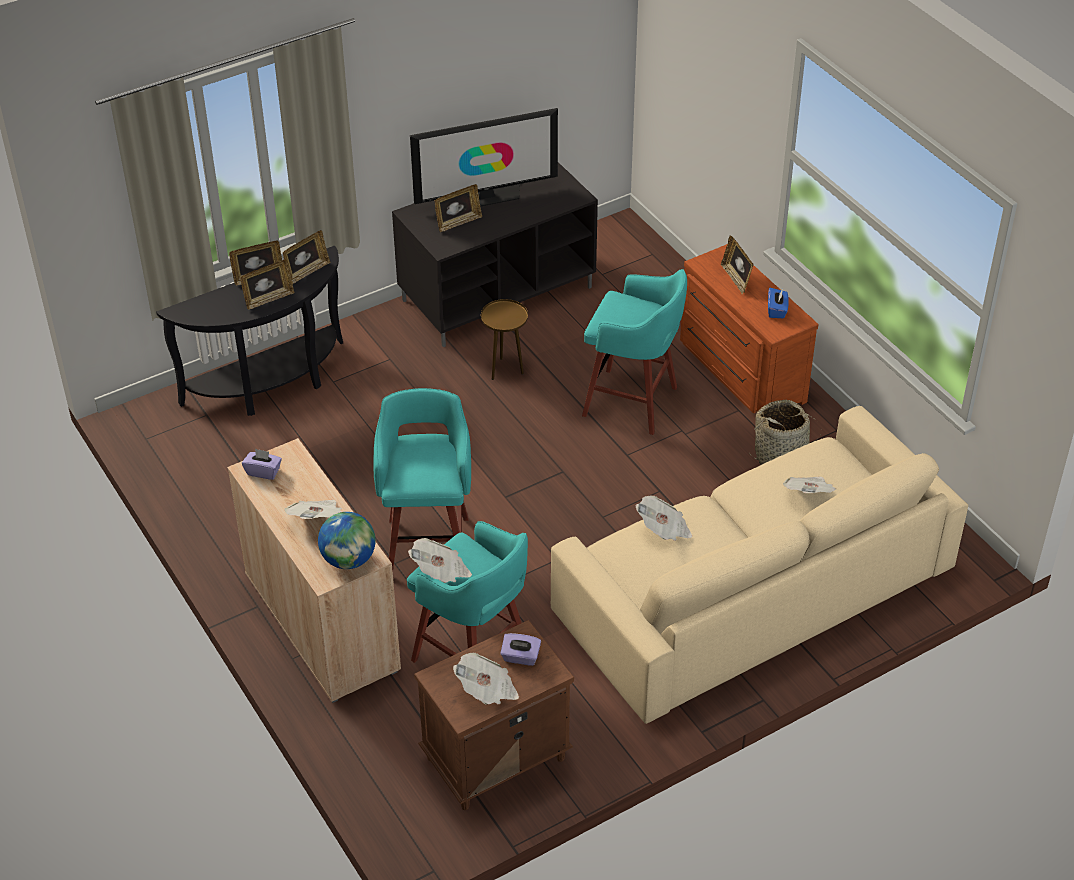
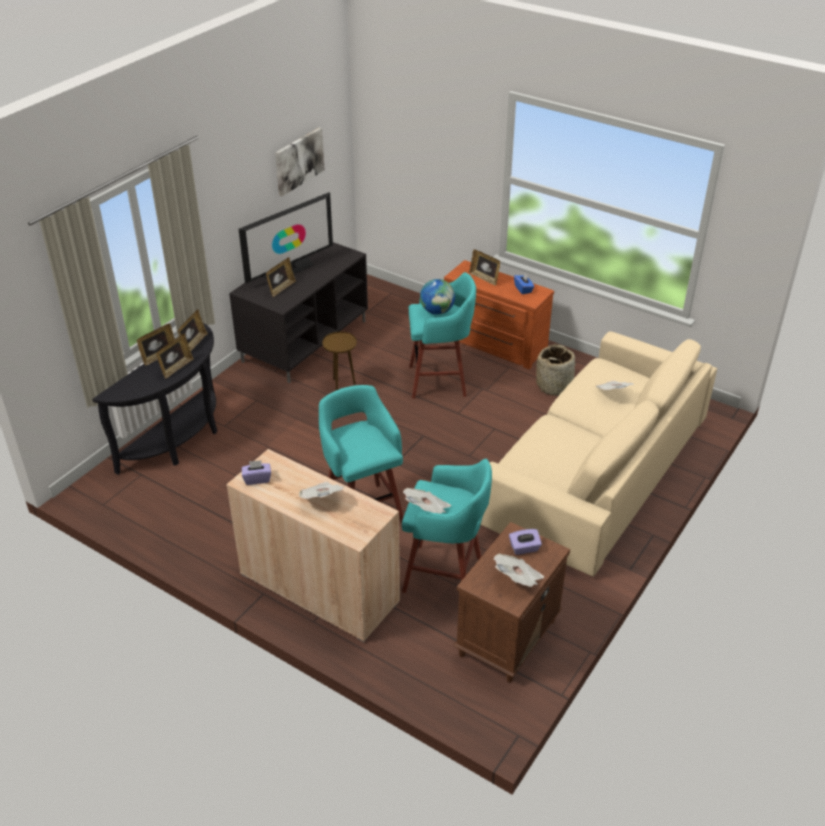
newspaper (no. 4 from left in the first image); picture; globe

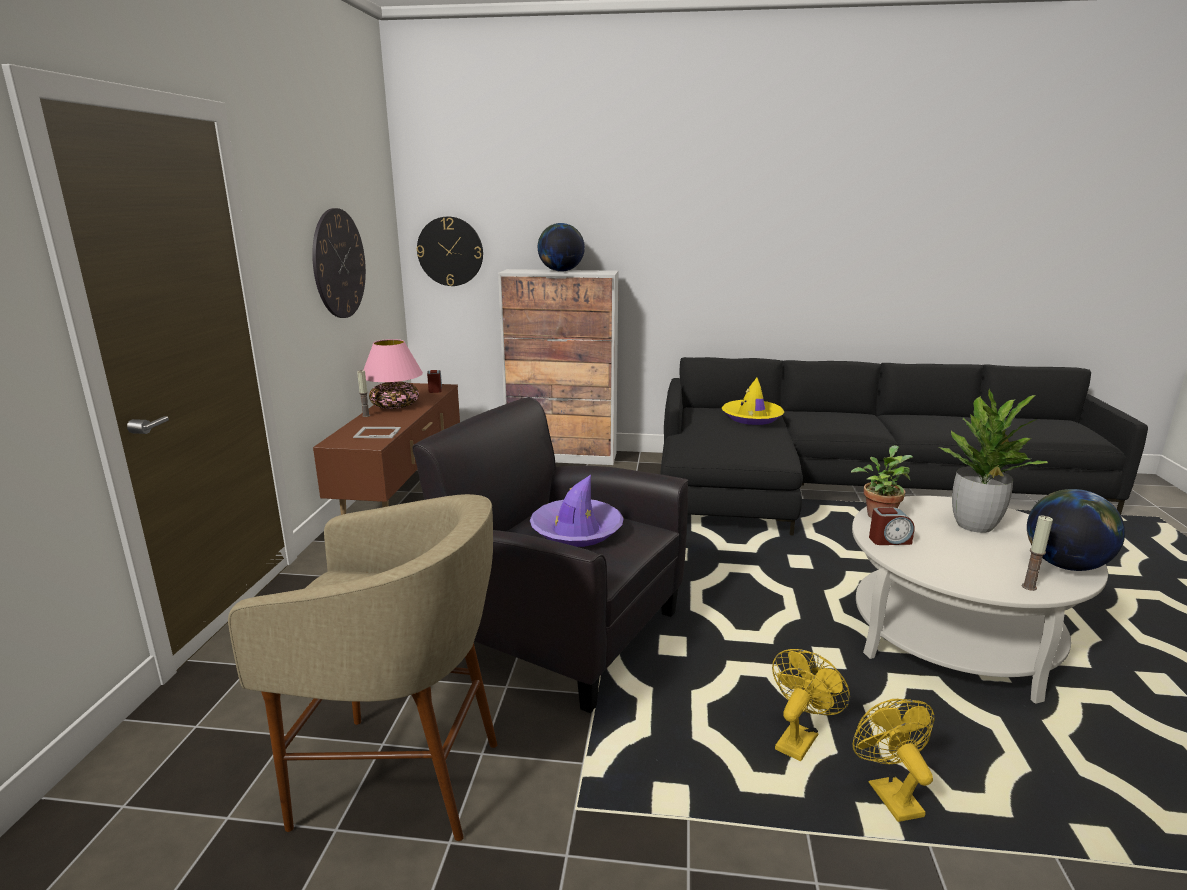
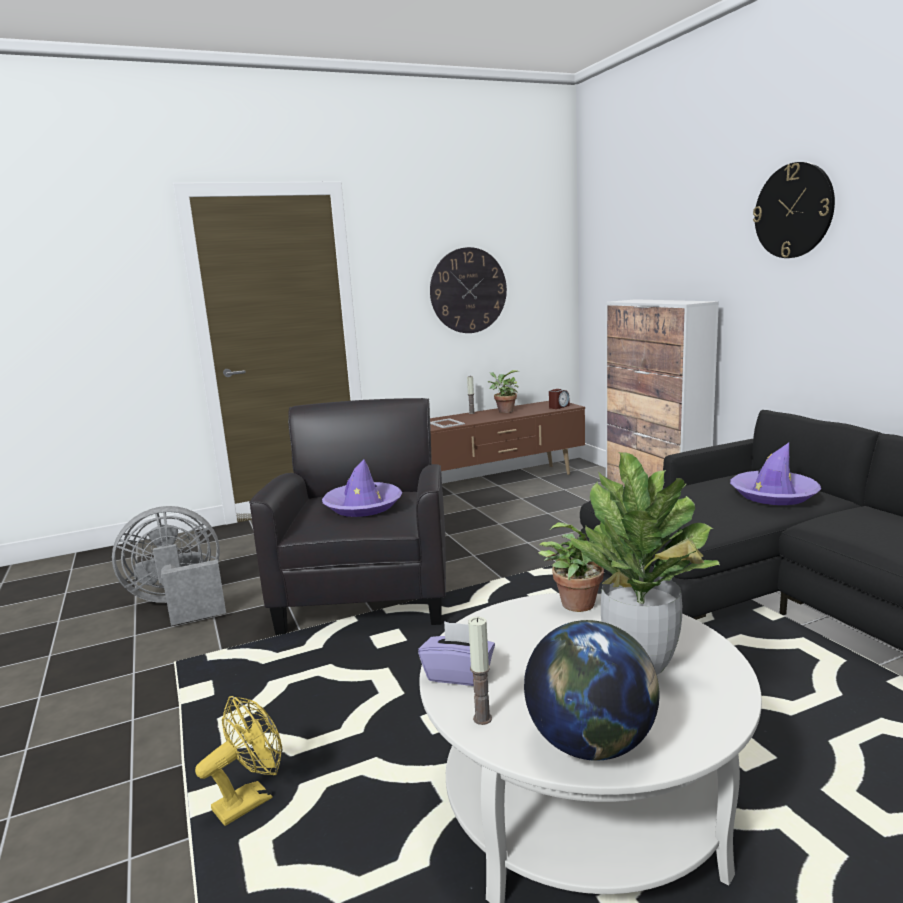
globe (no. 1 from left in the first image); yellow fan (no. 1 from left in the first image); alarm clock (no. 2 from left in the first image); purple tissue box; wall clock (no. 2 from left); grey fan; potted plant (no. 1 from left); purple hat (no. 2 from left)

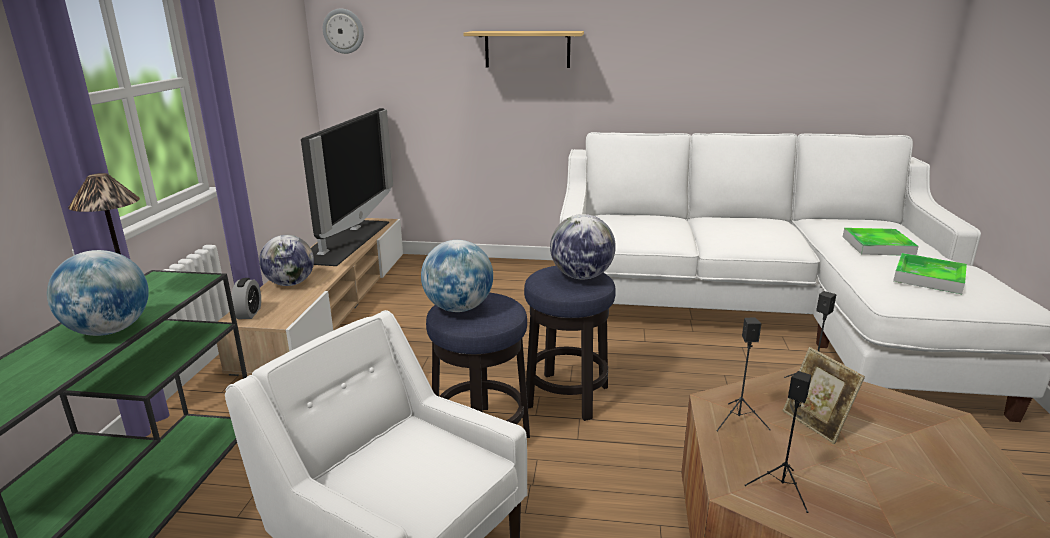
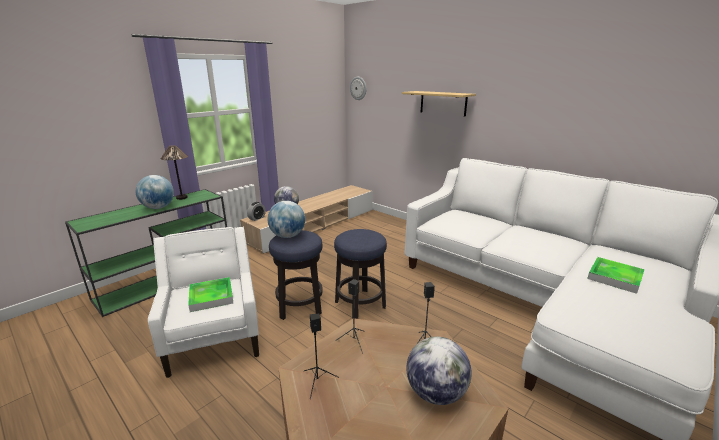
television; picture frame; globe (no. 4 from left); tray (no. 1 from left)

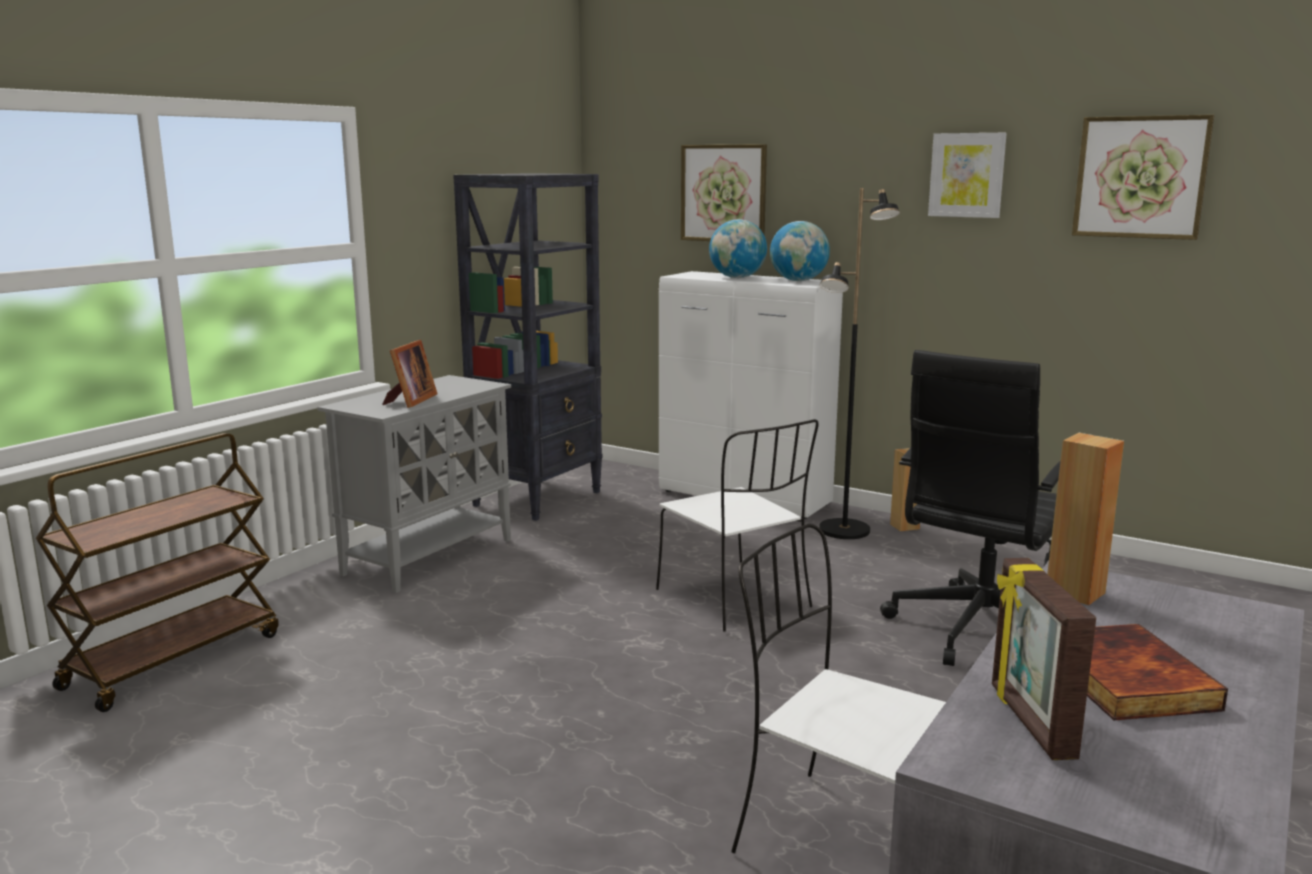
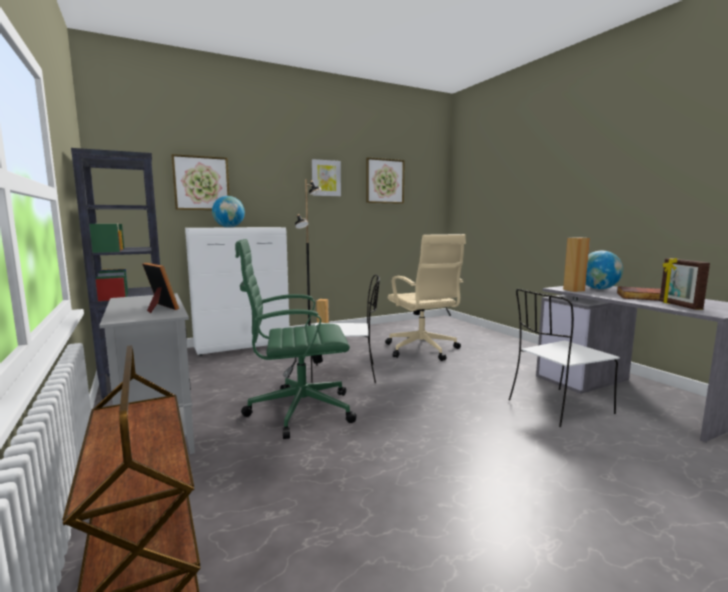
green office chair; globe (no. 2 from left); beige office chair; picture frame (no. 2 from left)

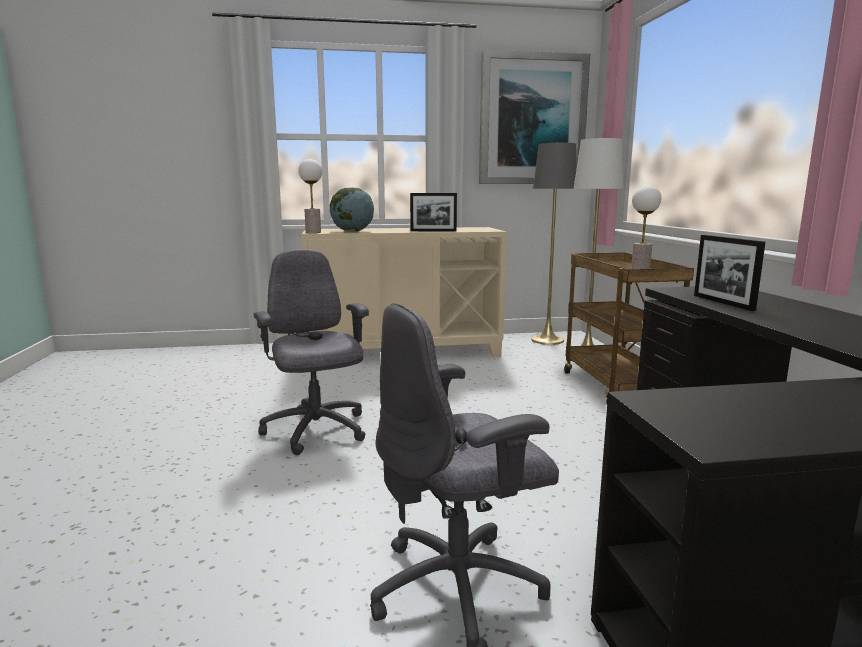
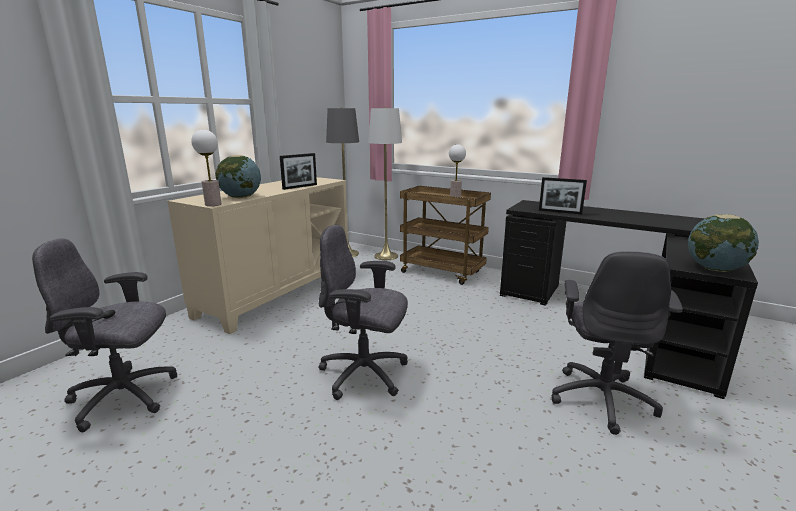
picture; grey office chair (no. 1 from left); globe (no. 2 from left)

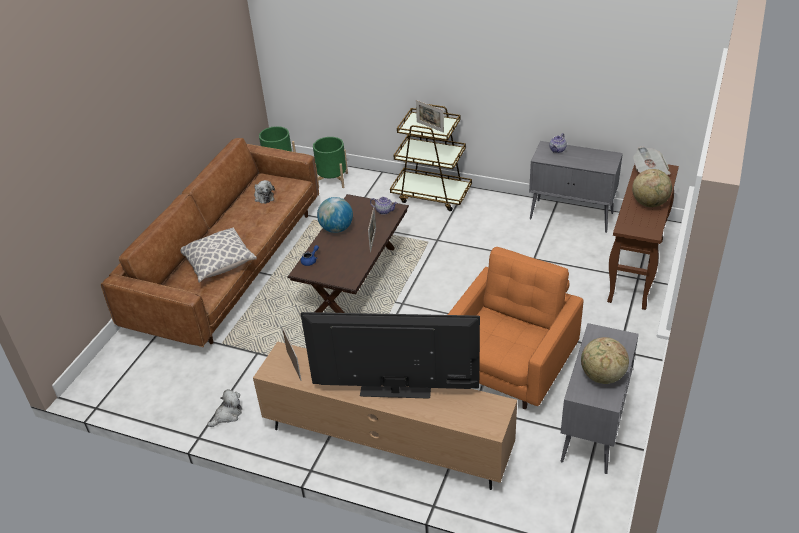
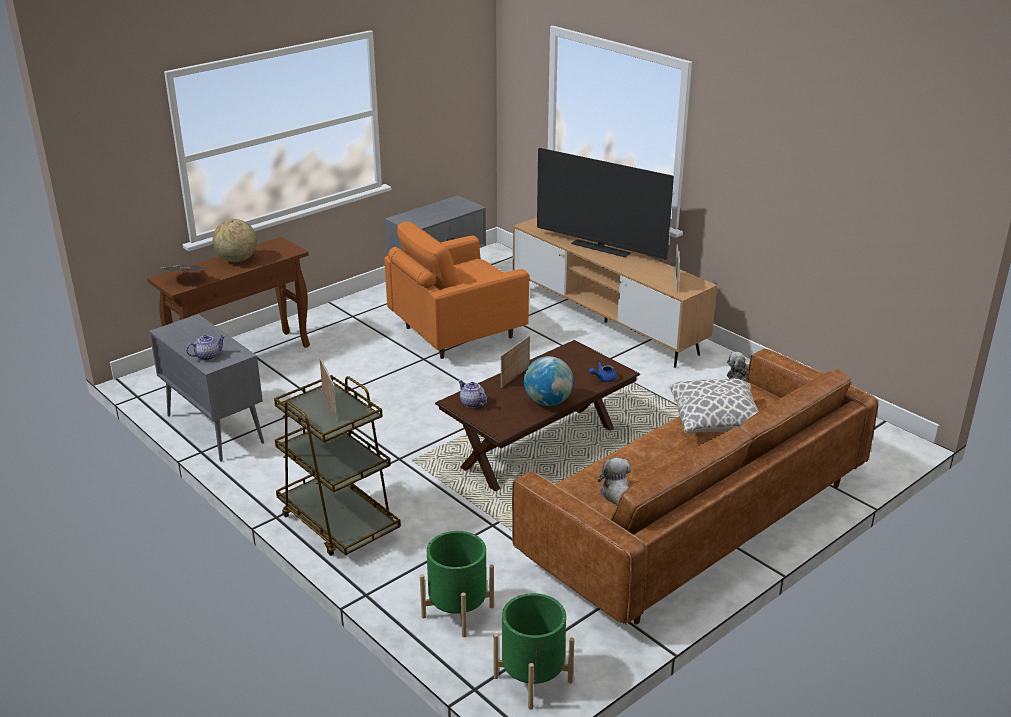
globe (no. 2 from left in the first image)

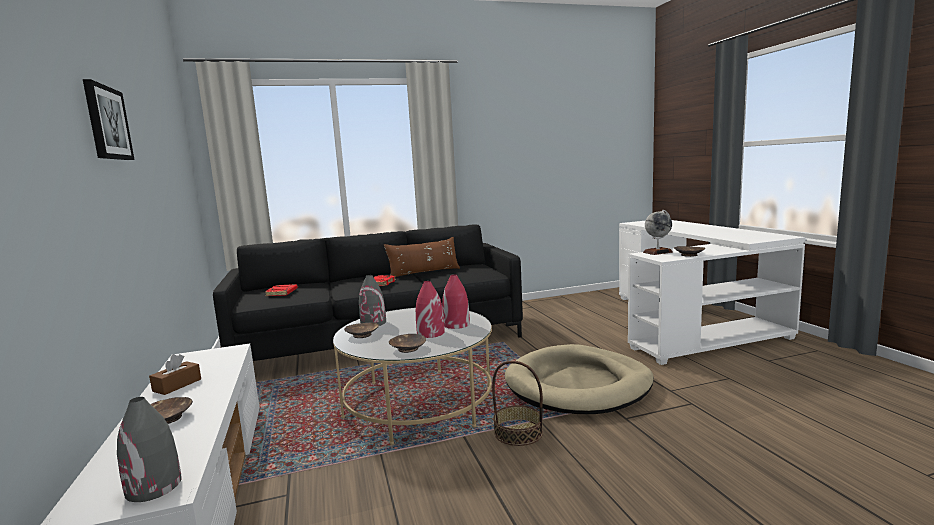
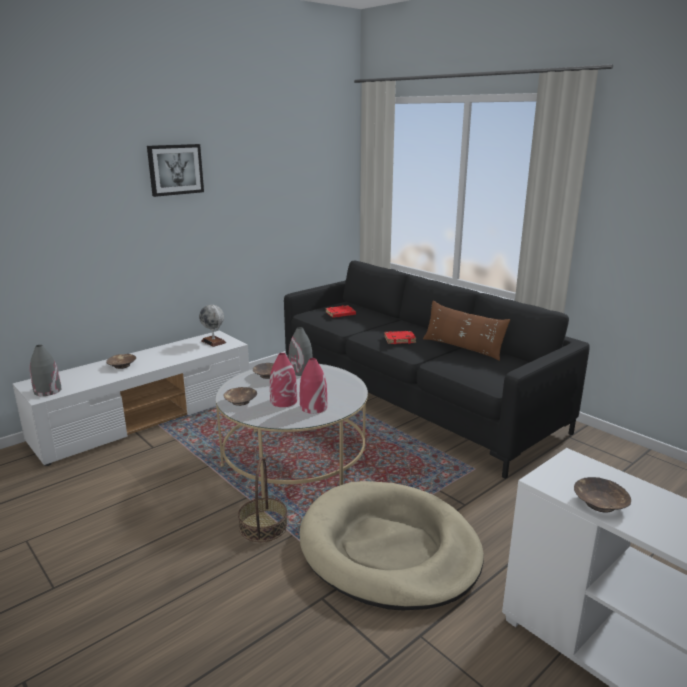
brown tissue box; globe

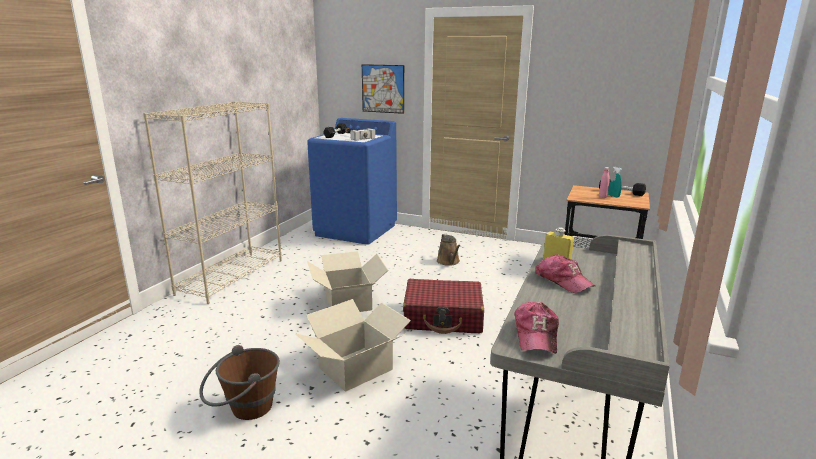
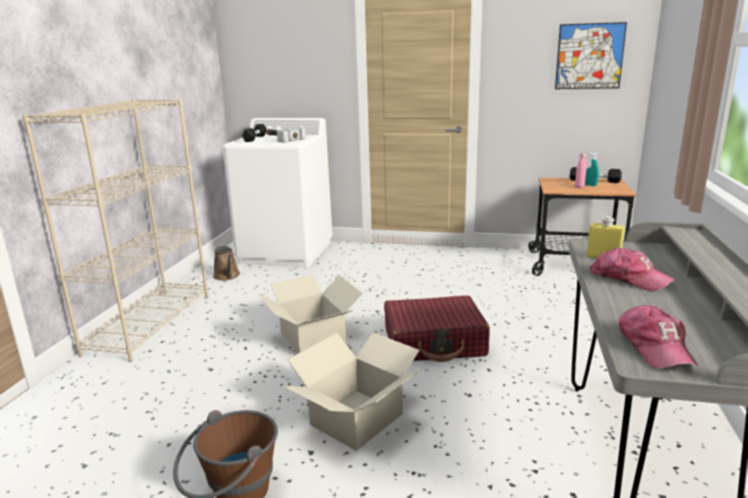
picture; brown watering can; white washing machine

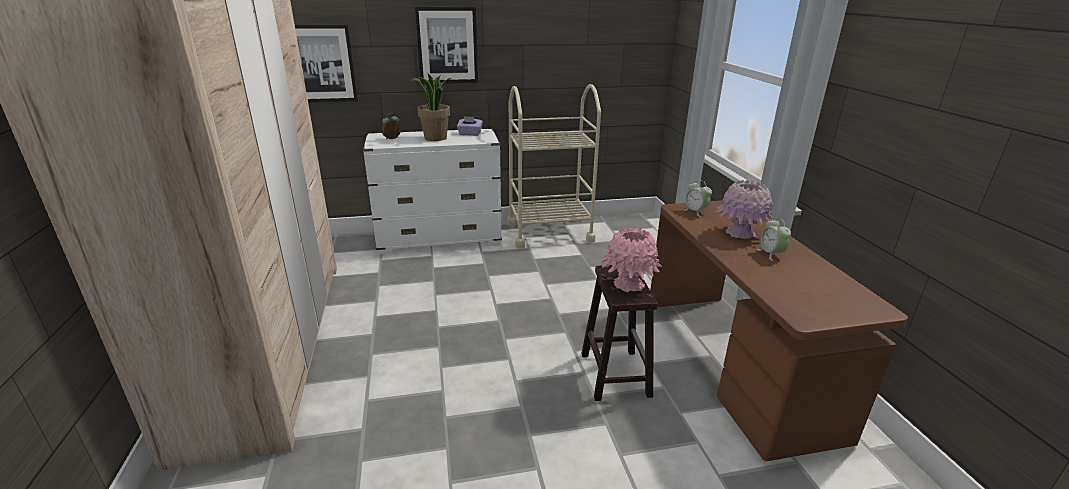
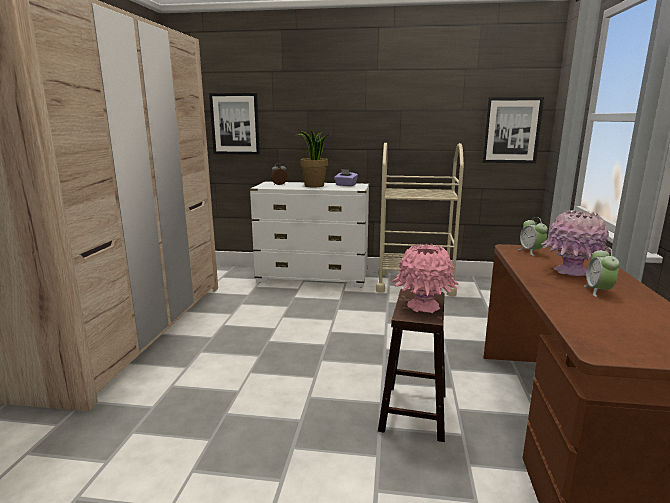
picture (no. 2 from left)

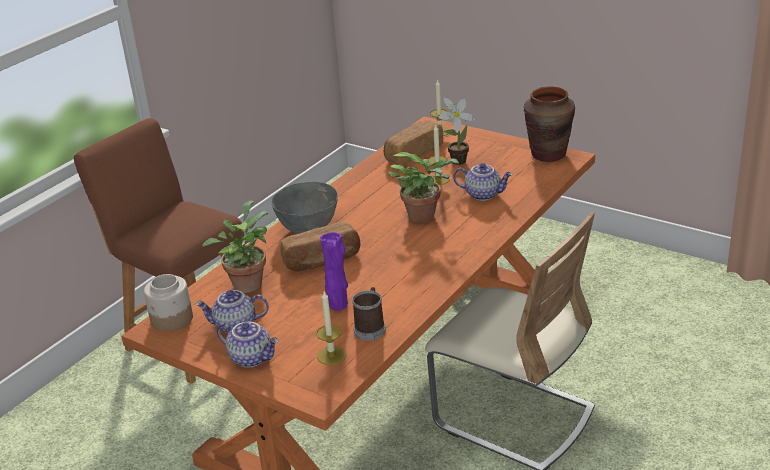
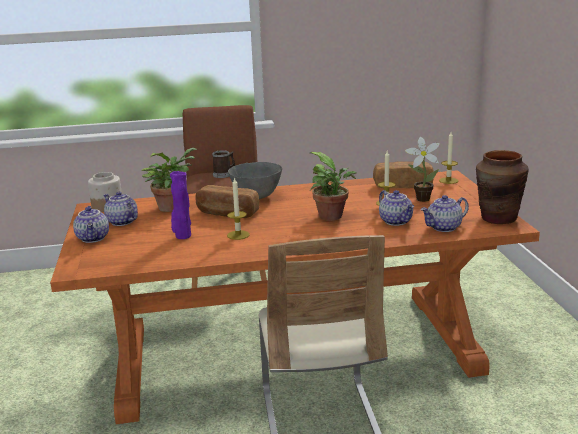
teapot (no. 4 from left); candle (no. 1 from left); mug

